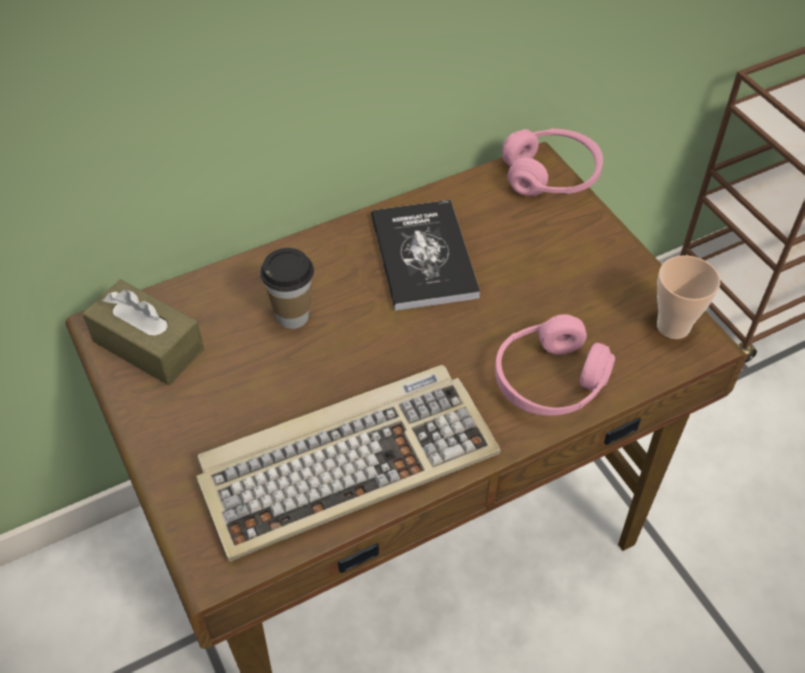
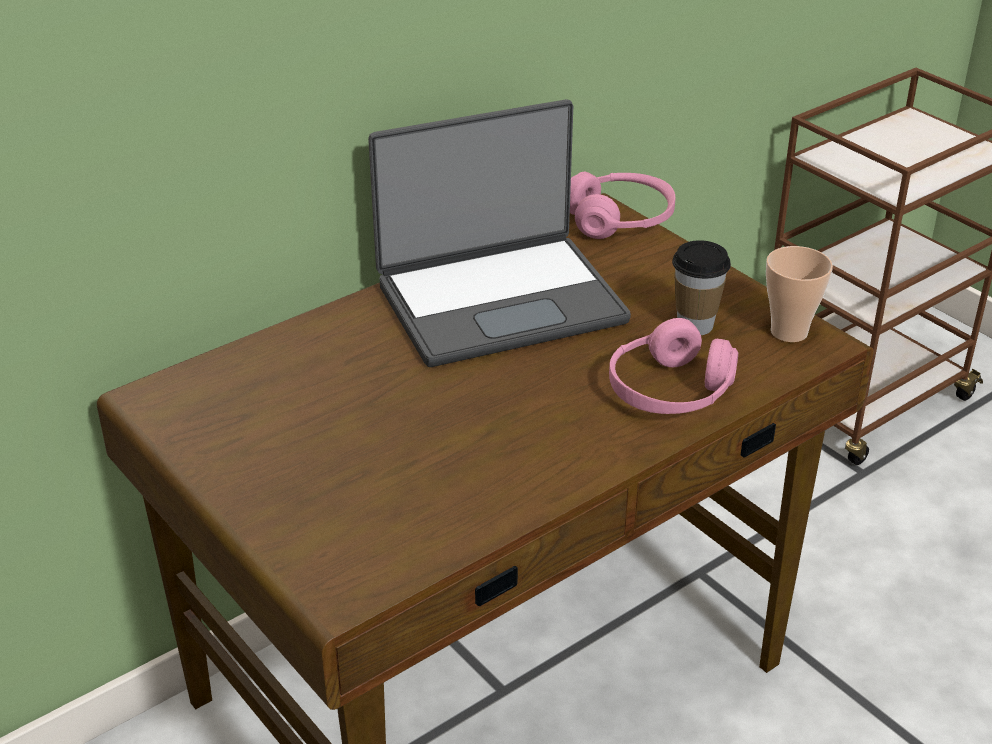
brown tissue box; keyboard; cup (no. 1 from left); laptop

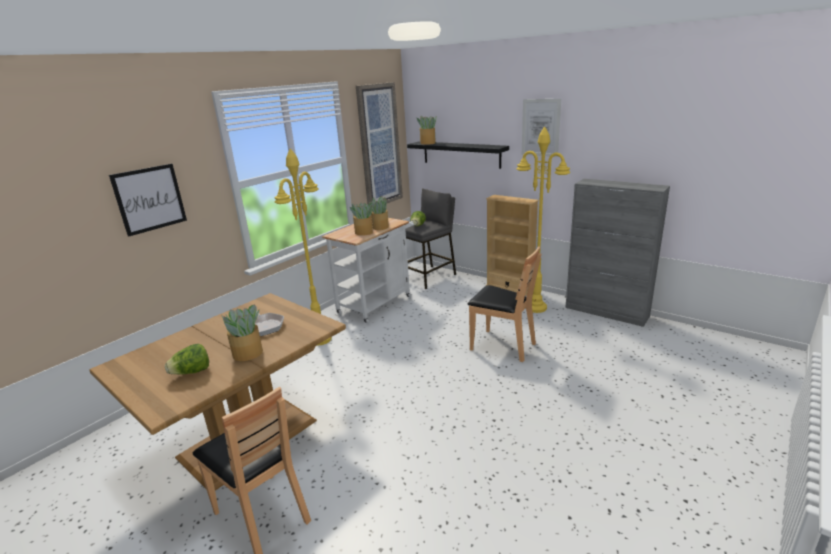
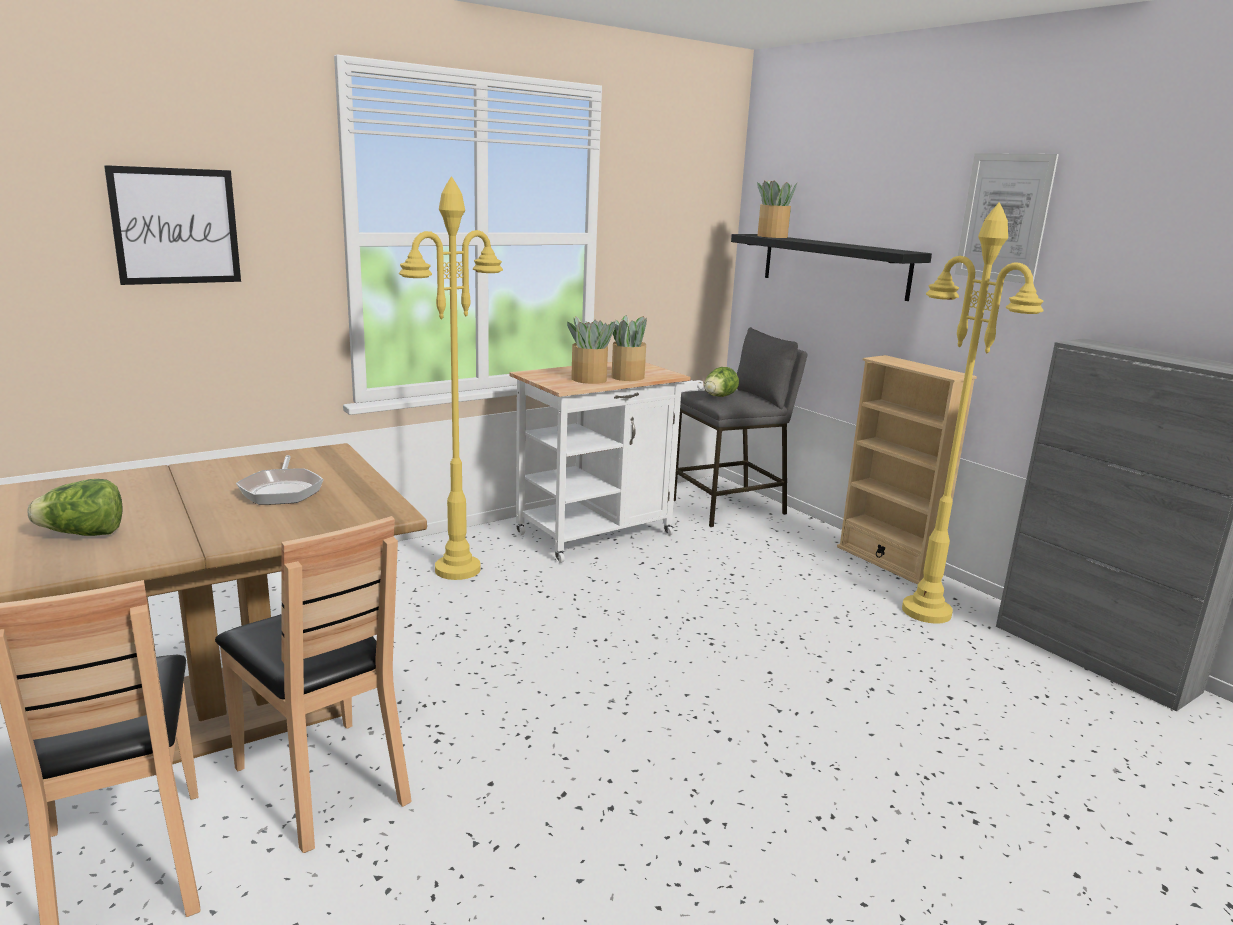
potted plant (no. 1 from left in the first image); picture (no. 2 from left in the first image); brown chair (no. 2 from left)

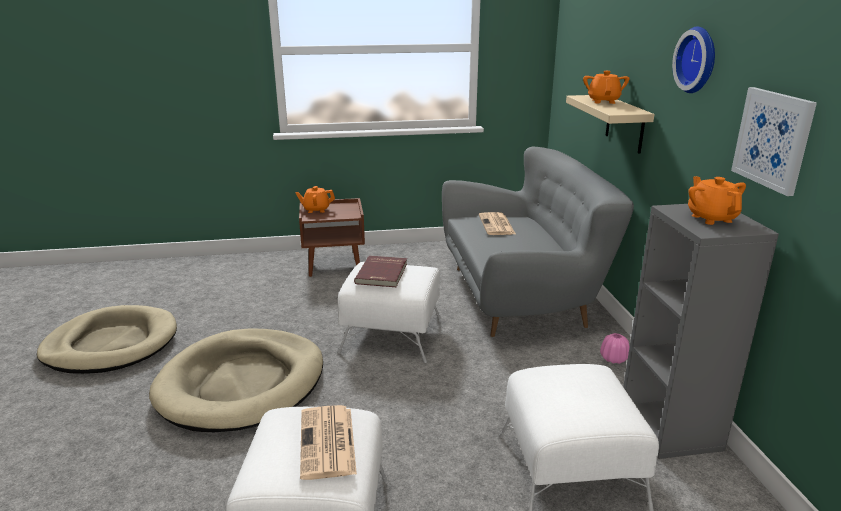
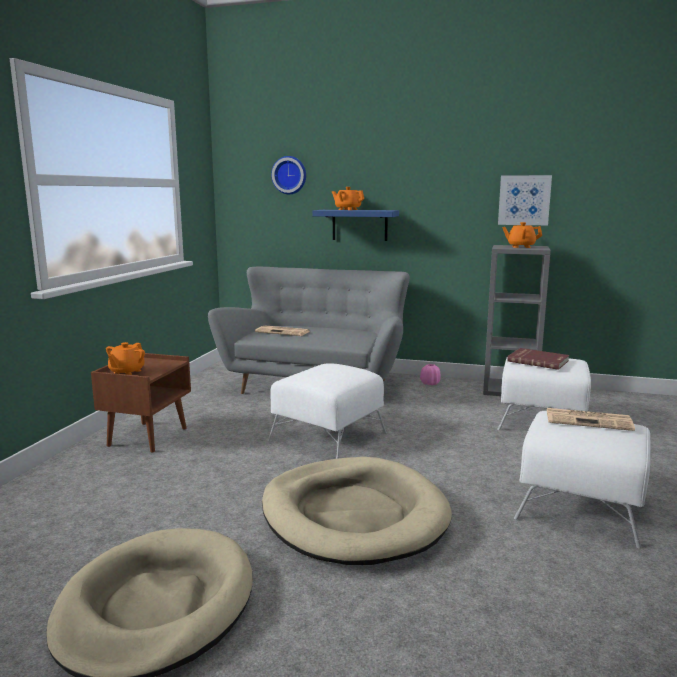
red book; wall clock; blue shelf

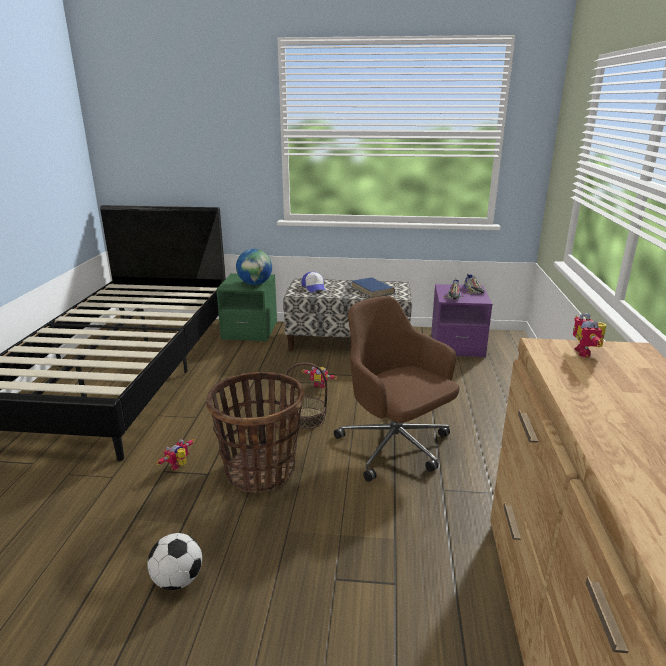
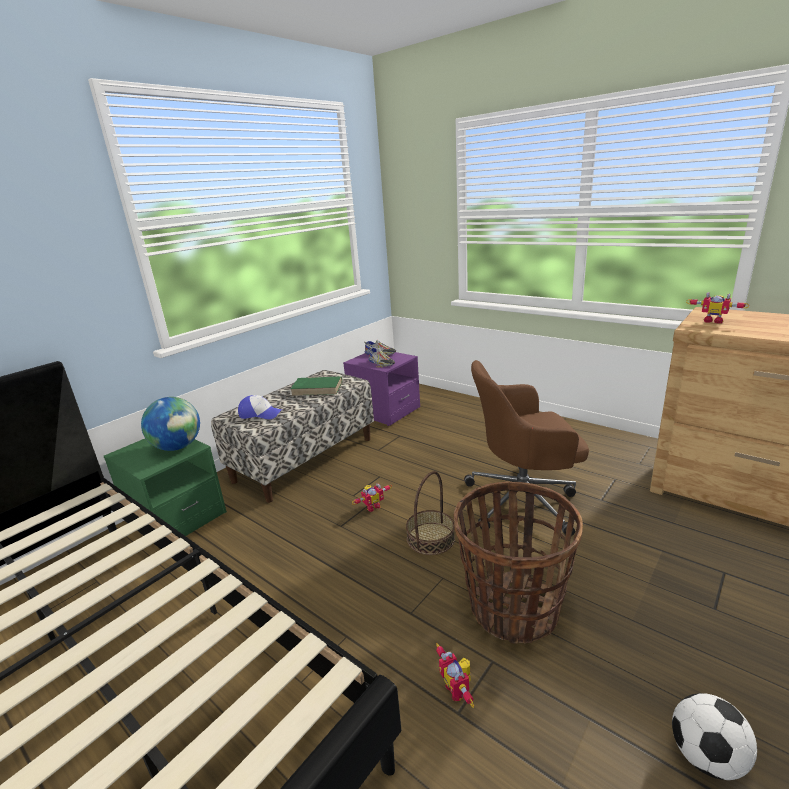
green book

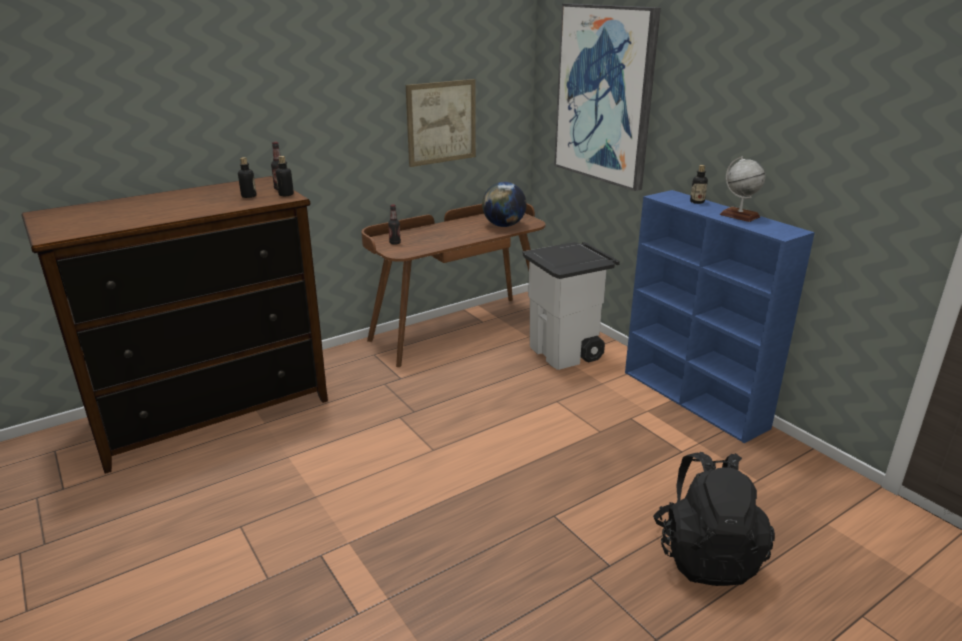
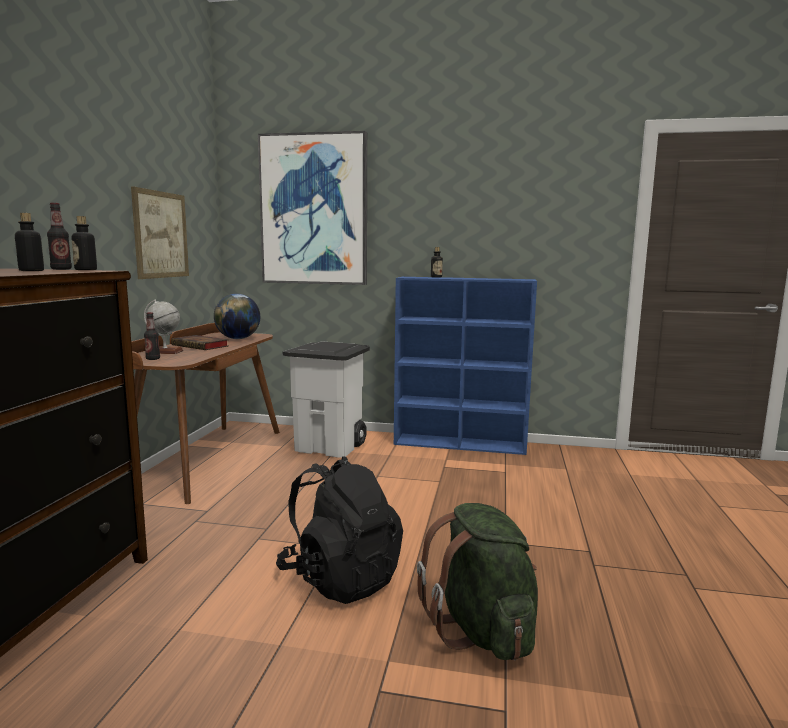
book; green backpack; black backpack; globe (no. 1 from left)

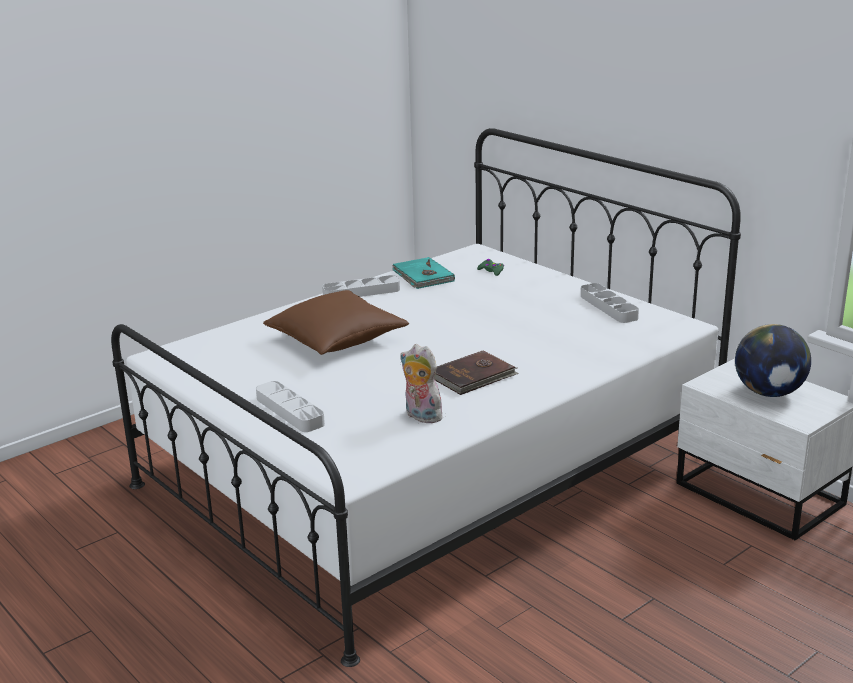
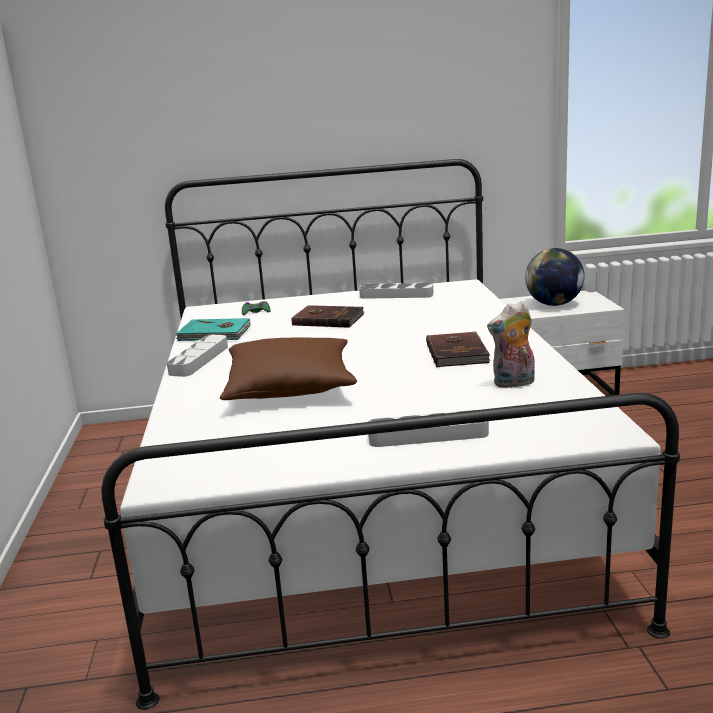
brown book (no. 1 from left)

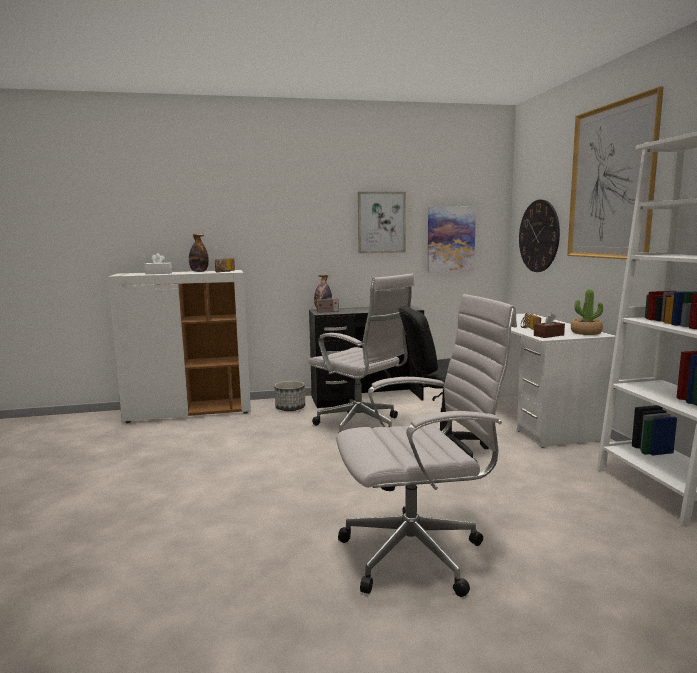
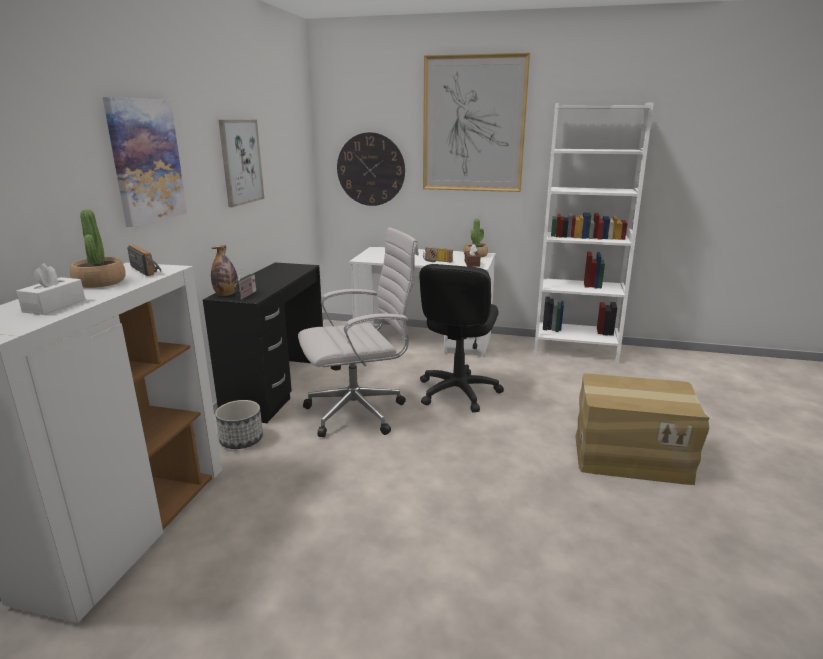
picture (no. 1 from left); potted plant (no. 1 from left); cardboard box

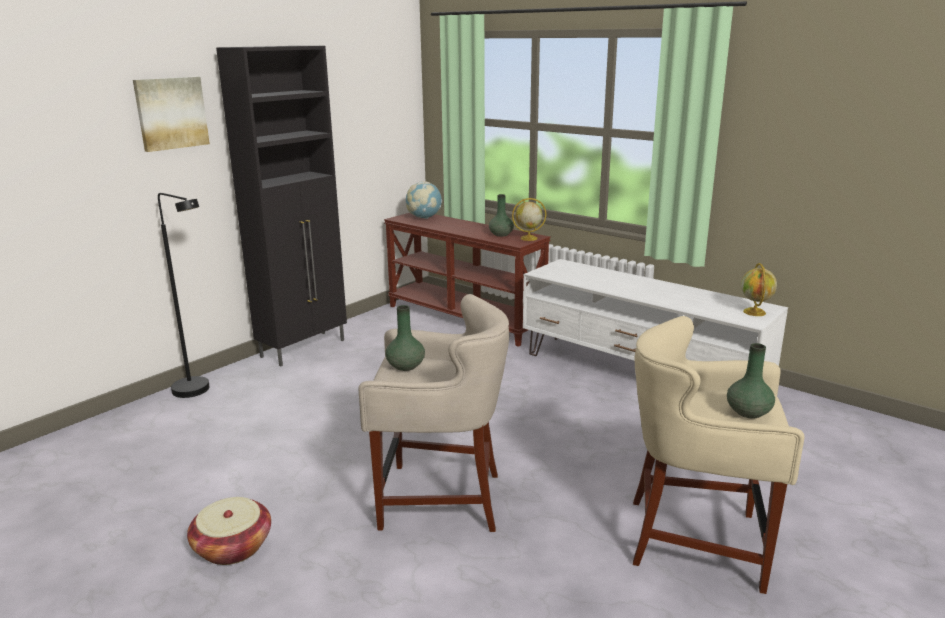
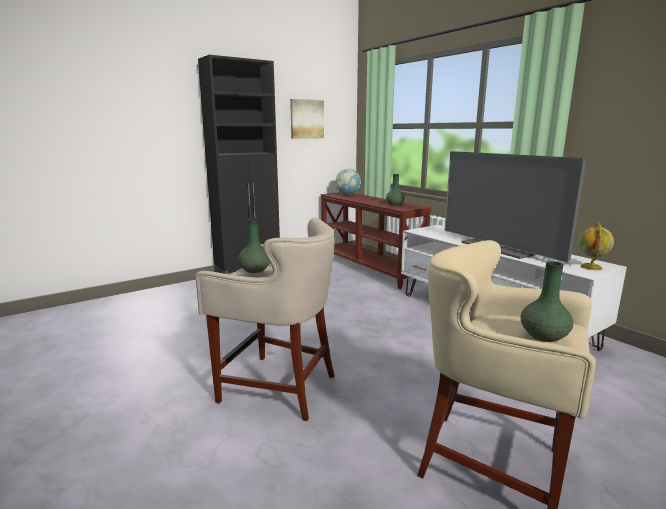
black floor lamp; basket; globe (no. 2 from left in the first image); television; picture

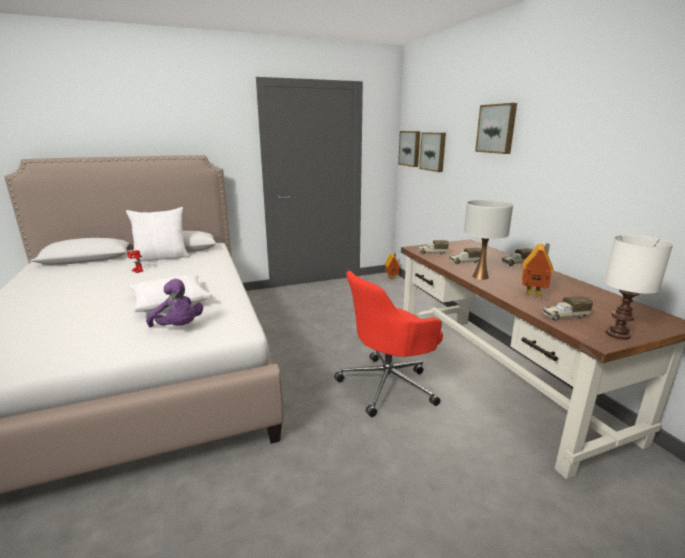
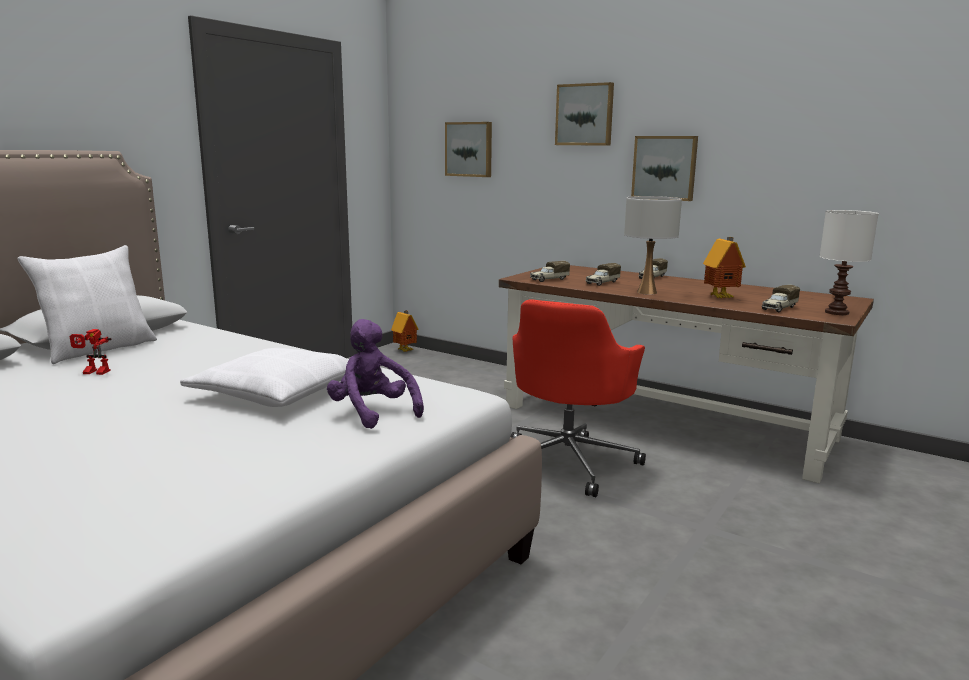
picture (no. 3 from left); purple plush toy

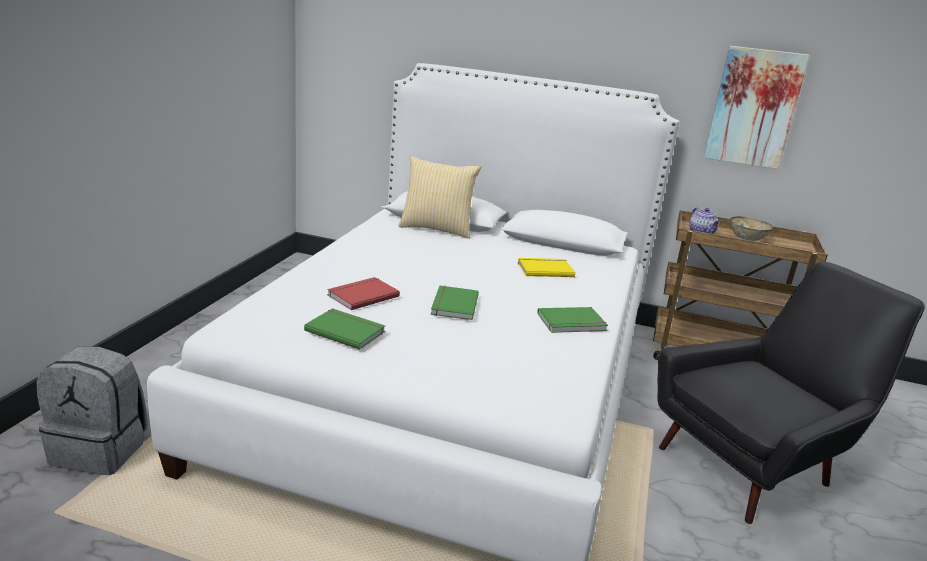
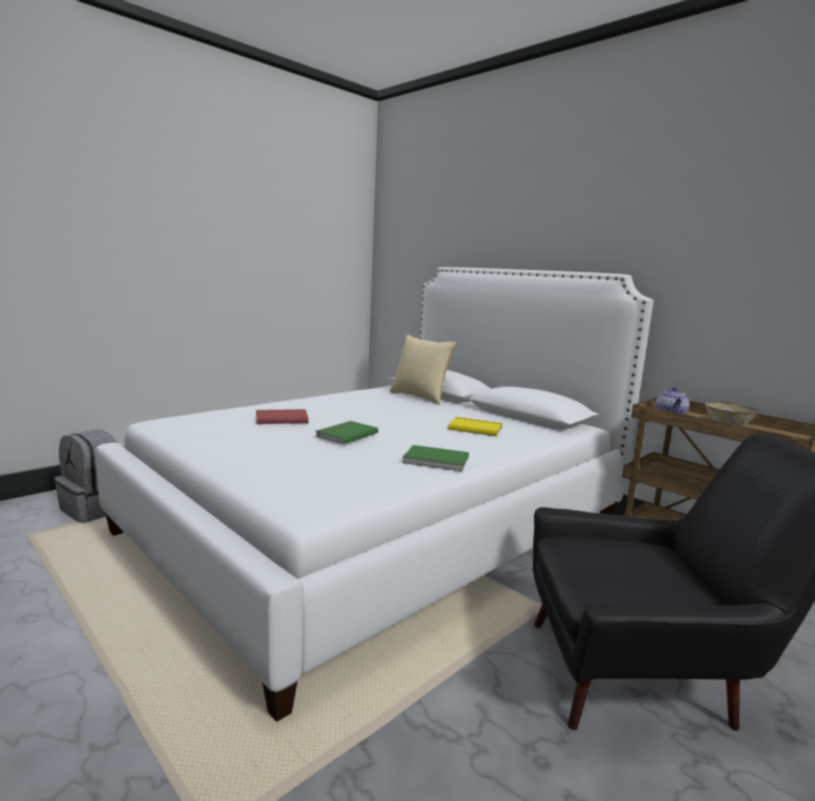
green book (no. 1 from left in the first image); picture

